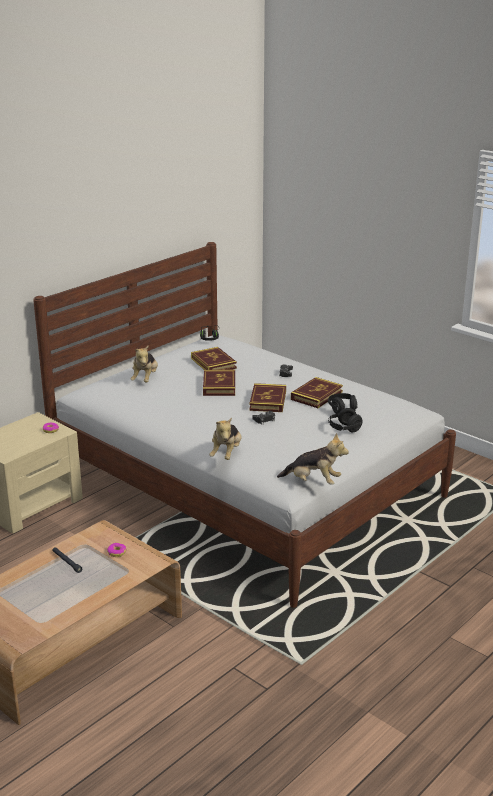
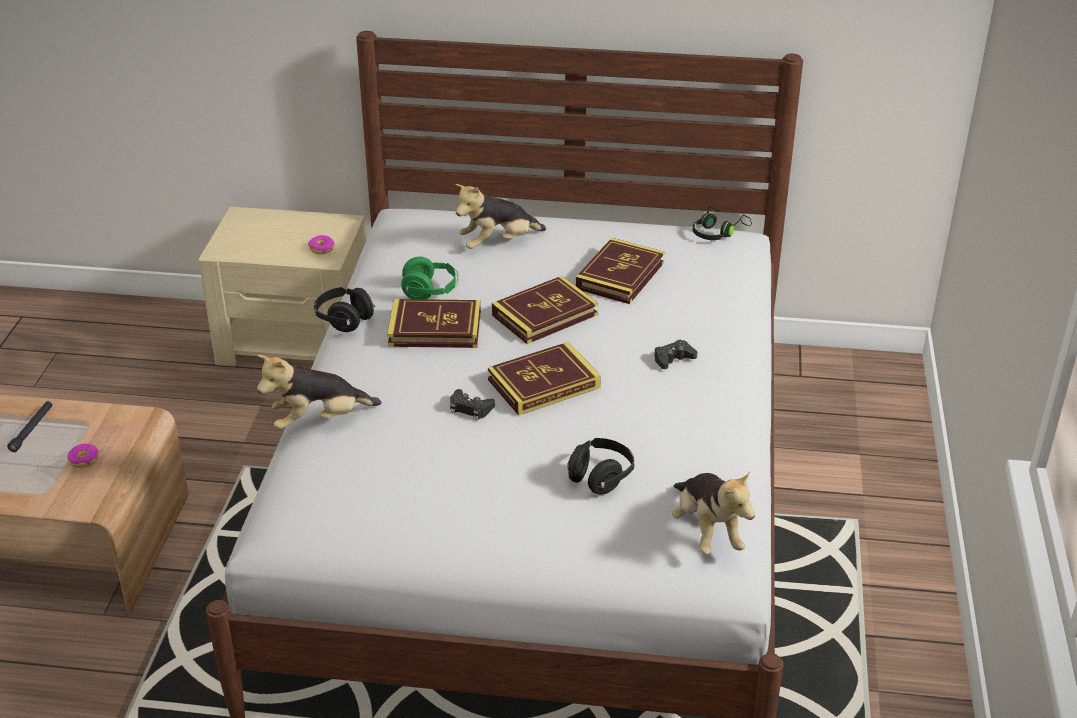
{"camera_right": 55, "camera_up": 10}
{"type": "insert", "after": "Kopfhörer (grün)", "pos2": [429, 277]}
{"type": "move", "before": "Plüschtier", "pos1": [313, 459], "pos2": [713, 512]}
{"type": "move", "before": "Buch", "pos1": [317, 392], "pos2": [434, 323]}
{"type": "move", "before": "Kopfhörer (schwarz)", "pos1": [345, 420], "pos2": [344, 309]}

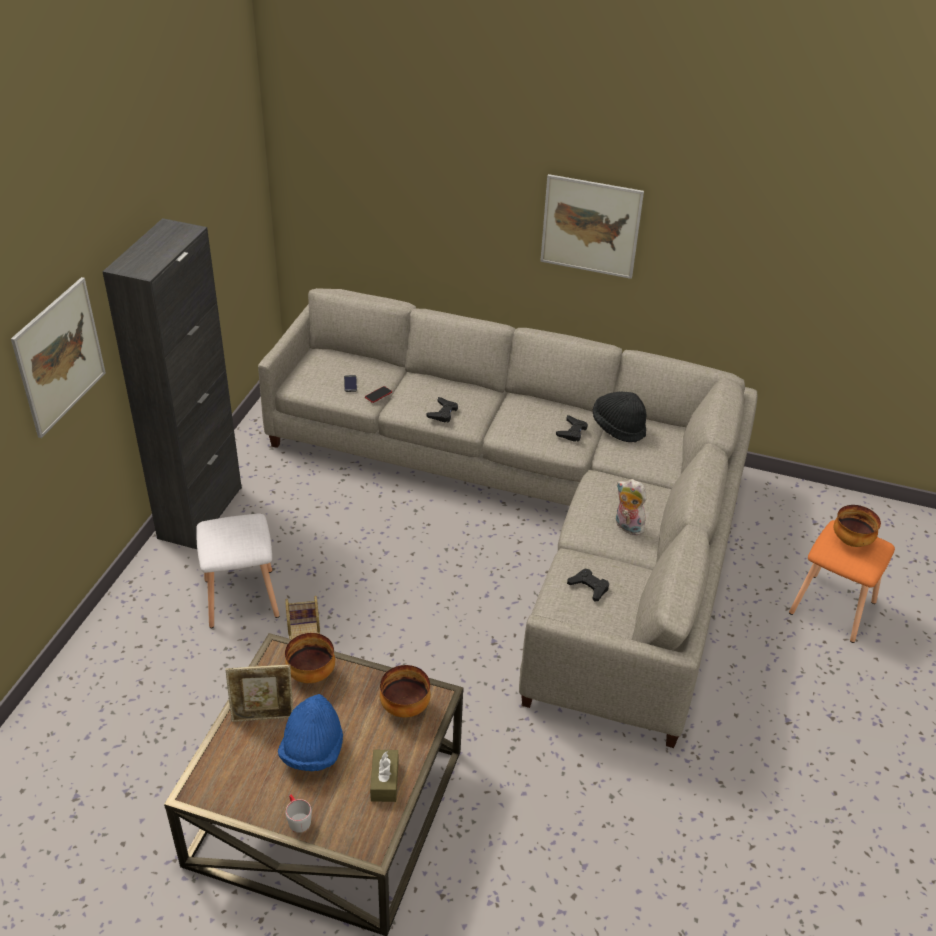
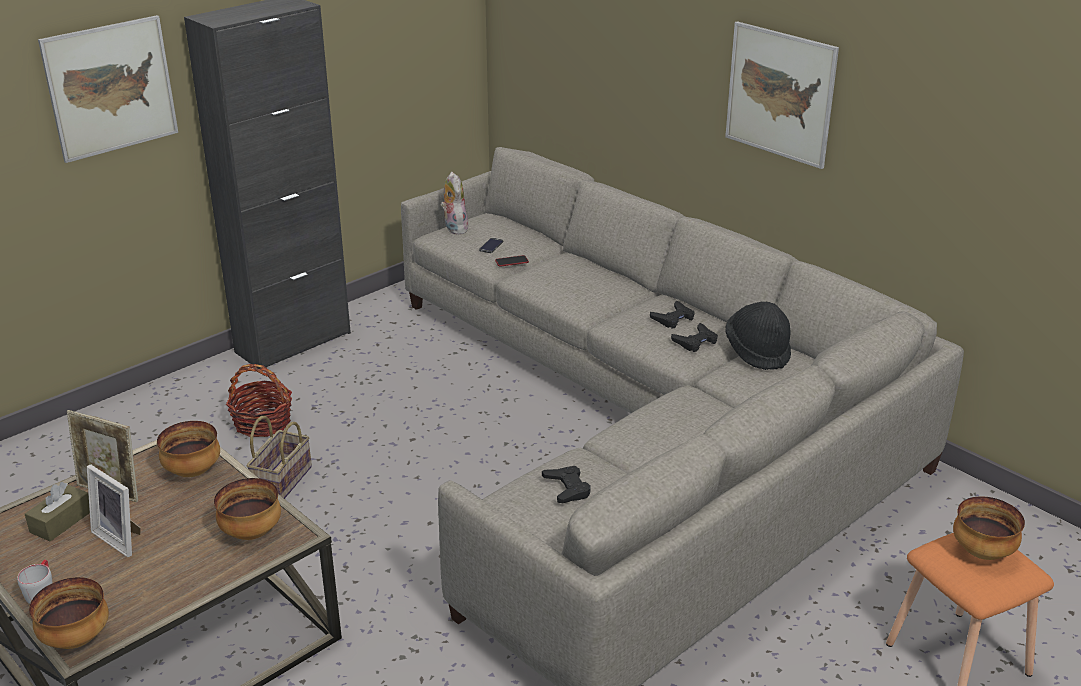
{"camera_right": 30, "camera_up": -10}
{"type": "insert", "after": "Schüssel", "pos2": [69, 613]}
{"type": "move", "before": "Taschentuchbox (braun)", "pos1": [384, 776], "pos2": [57, 512]}
{"type": "move", "before": "Gamepad (schwarz)", "pos1": [442, 409], "pos2": [672, 314]}
{"type": "move", "before": "Plüschtier", "pos1": [631, 507], "pos2": [454, 203]}
{"type": "replace", "before": "Hocker (weiß)", "after": "Korb", "pos1": [237, 571], "pos2": [259, 400]}
{"type": "replace", "before": "Hut (blau)", "after": "Bilderrahmen", "pos1": [310, 732], "pos2": [114, 511]}

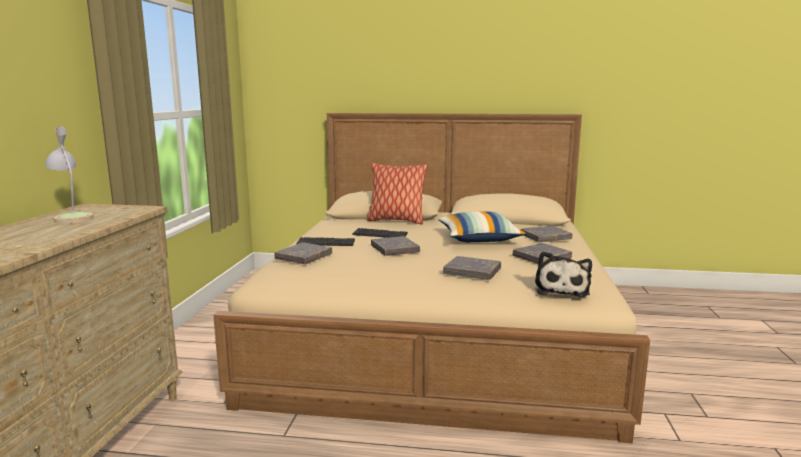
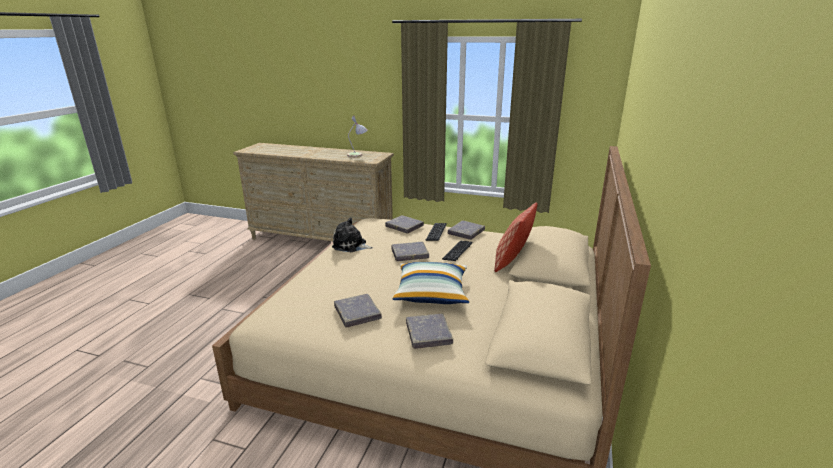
{"camera_right": 100, "camera_up": 10}
{"type": "move", "before": "Buch (grau)", "pos1": [472, 268], "pos2": [466, 230]}
{"type": "move", "before": "Plüschtier", "pos1": [563, 274], "pos2": [352, 234]}

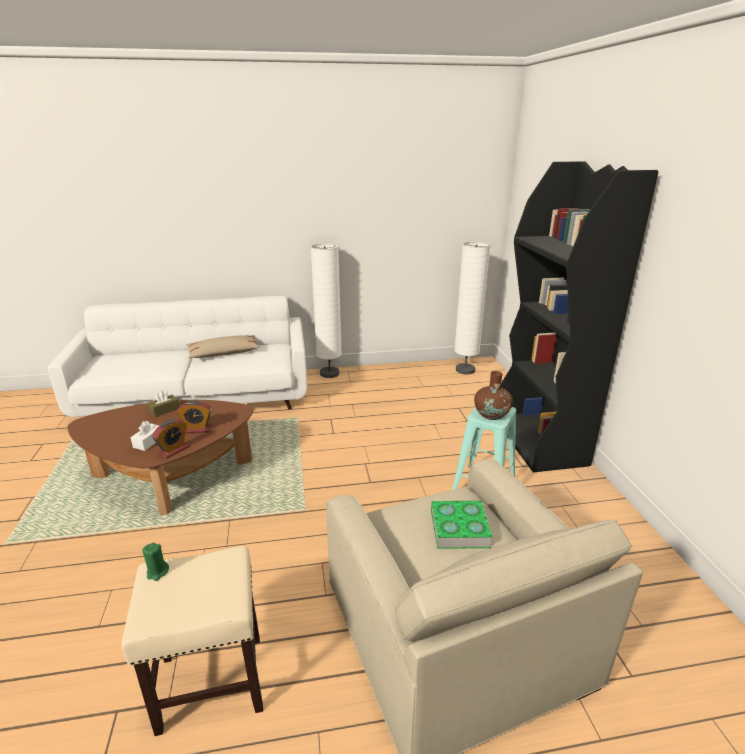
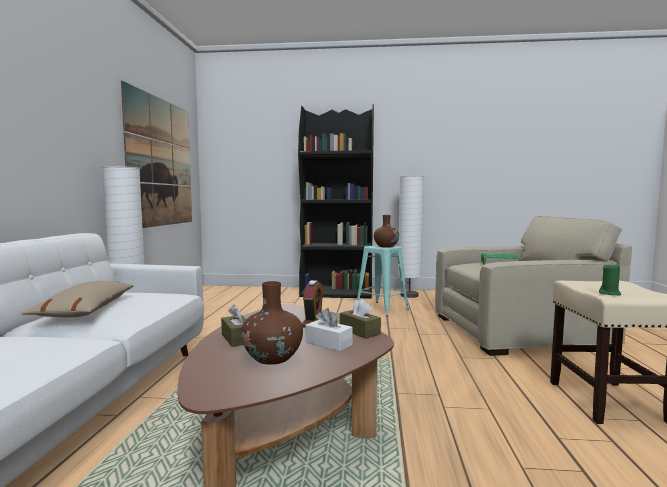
{"camera_right": -75, "camera_up": -20}
{"type": "insert", "after": "Bild", "pos2": [156, 154]}
{"type": "insert", "after": "Vase (braun)", "pos2": [272, 323]}
{"type": "move", "before": "Stehlampe (weiß)", "pos1": [472, 307], "pos2": [411, 237]}
{"type": "replace", "before": "Wecker", "after": "Taschentuchbox (braun)", "pos1": [170, 439], "pos2": [360, 319]}

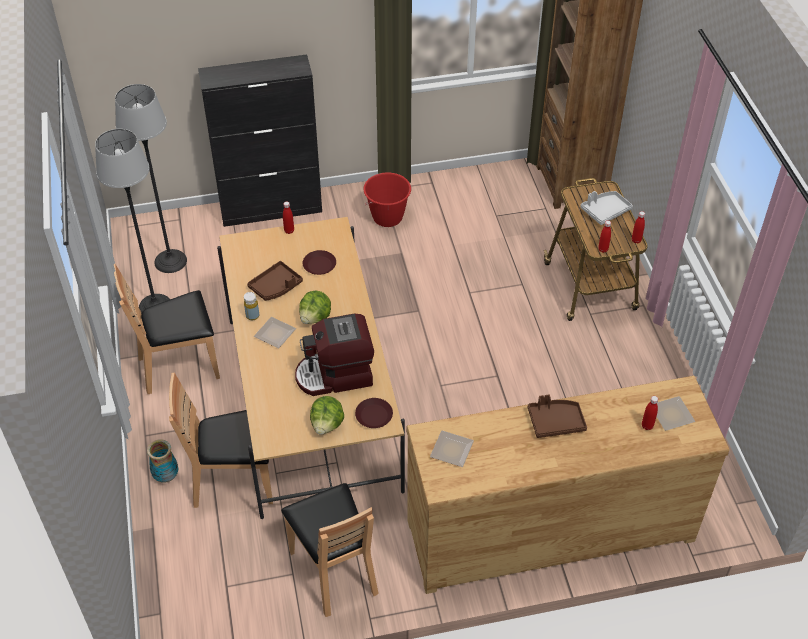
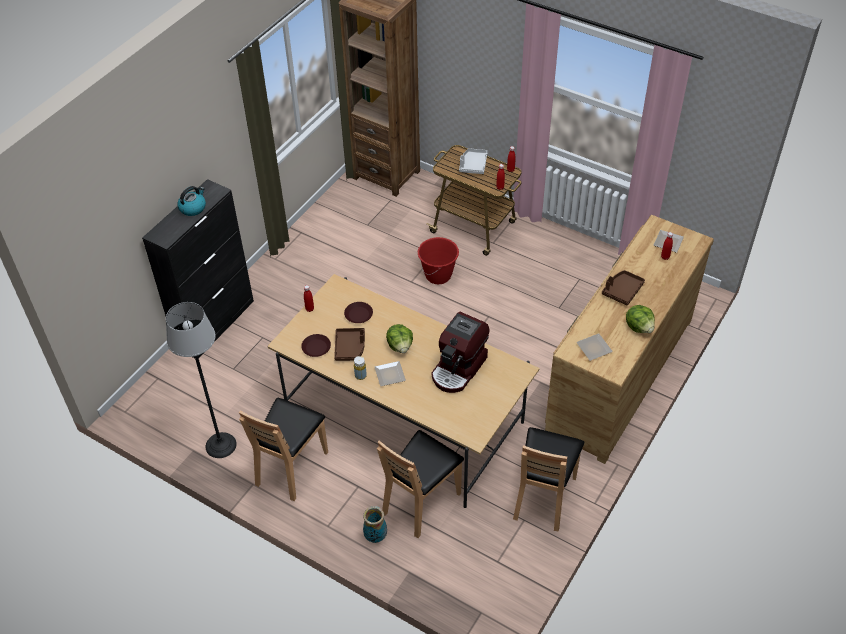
{"camera_right": -45, "camera_up": 0}
{"type": "delete", "before": "Stehlampe", "pos1": [151, 178]}
{"type": "insert", "after": "Wasserkessel", "pos2": [191, 201]}
{"type": "move", "before": "Salatkopf", "pos1": [327, 415], "pos2": [640, 319]}
{"type": "move", "before": "Teller (braun)", "pos1": [374, 413], "pos2": [316, 345]}
{"type": "move", "before": "Eimer (rot)", "pos1": [387, 199], "pos2": [438, 260]}
{"type": "rotate", "before": "Stuhl (braun)", "pos1": [330, 550], "pos2": [548, 479], "turn": 90}

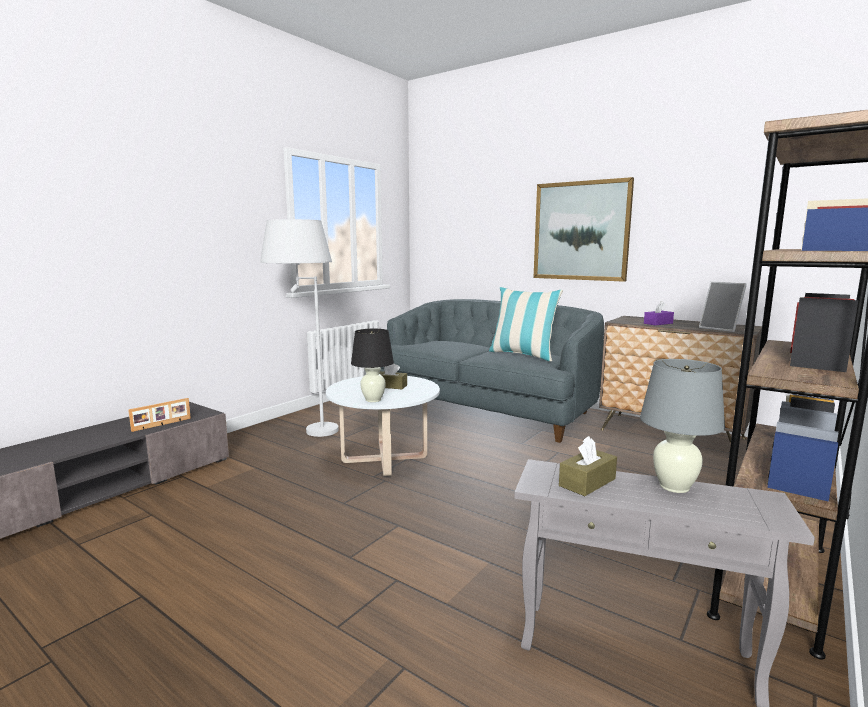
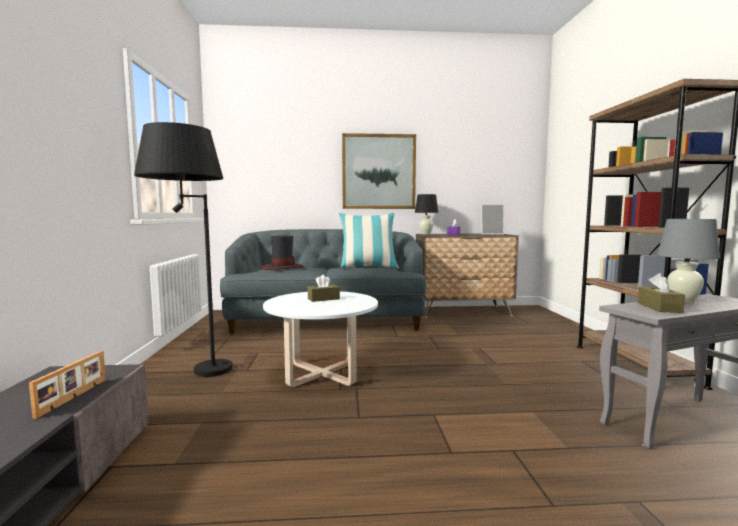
{"camera_right": -40, "camera_up": -5}
{"type": "insert", "after": "Hut", "pos2": [282, 252]}
{"type": "move", "before": "Tischlampe (schwarz)", "pos1": [372, 365], "pos2": [426, 214]}
{"type": "recolor", "before": "Stehlampe (weiß)", "after": "Stehlampe (schwarz)", "pos1": [299, 328], "pos2": [183, 249]}

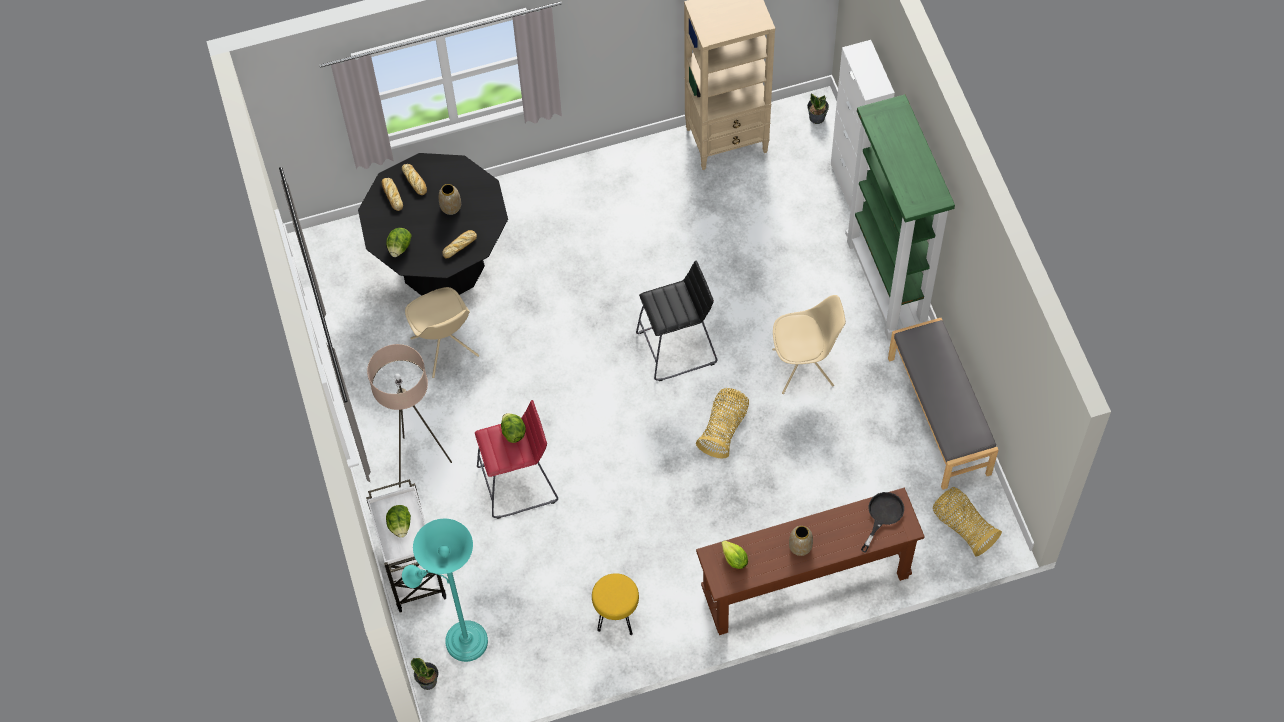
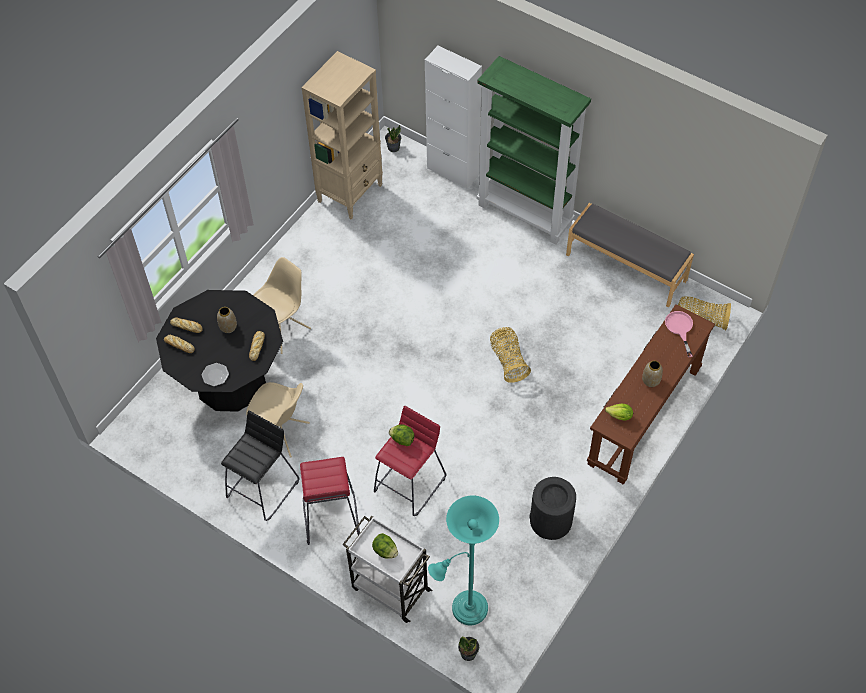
{"camera_right": -40, "camera_up": -5}
{"type": "move", "before": "Hocker (schwarz)", "pos1": [676, 320], "pos2": [260, 466]}
{"type": "move", "before": "Stuhl (beige)", "pos1": [809, 344], "pos2": [282, 305]}
{"type": "replace", "before": "Stehlampe (beige)", "after": "Hocker (rot)", "pos1": [409, 415], "pos2": [330, 501]}
{"type": "replace", "before": "Salatkopf", "after": "Teller", "pos1": [399, 242], "pos2": [215, 374]}
{"type": "replace", "before": "Hocker (gelb)", "after": "Mülleimer (schwarz)", "pos1": [615, 604], "pos2": [552, 508]}
{"type": "recolor", "before": "Pfanne (schwarz)", "after": "Pfanne (rosa)", "pos1": [882, 522], "pos2": [679, 334]}

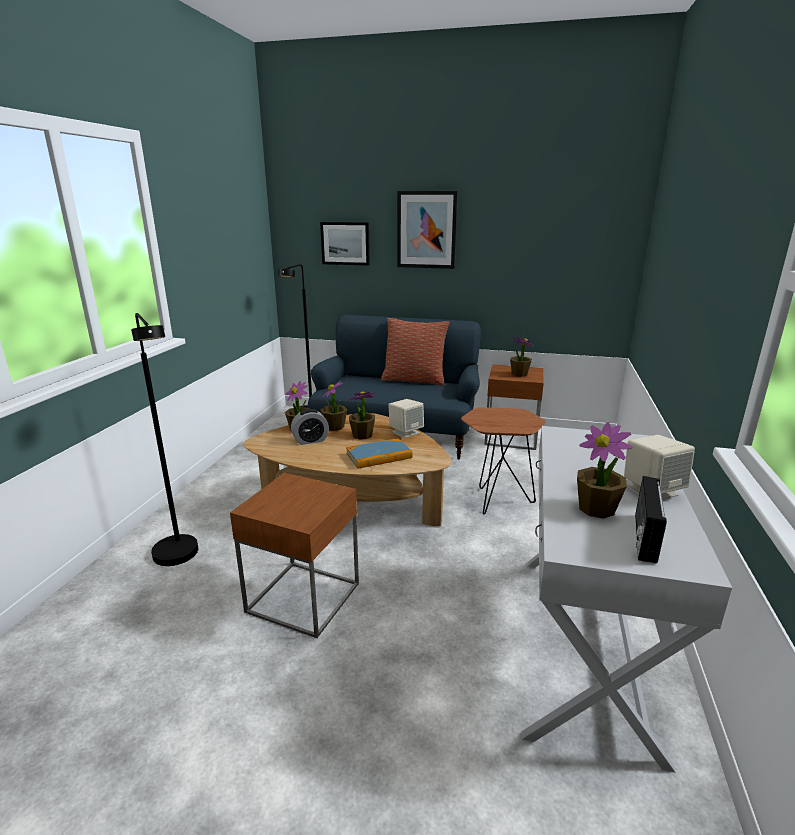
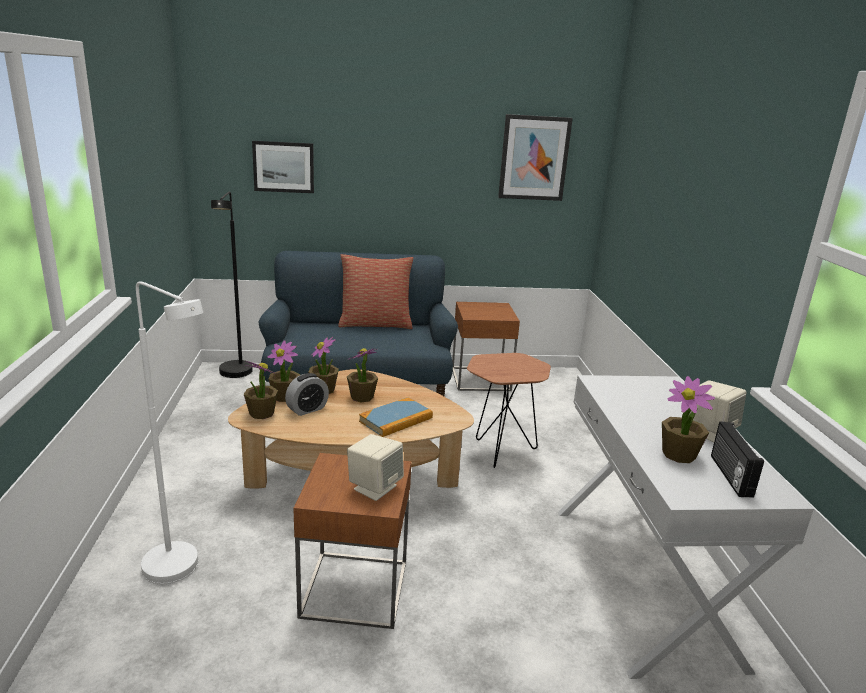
{"camera_right": -20, "camera_up": 0}
{"type": "move", "before": "Lautsprecher (beige)", "pos1": [406, 418], "pos2": [375, 467]}
{"type": "move", "before": "Bild", "pos1": [427, 230], "pos2": [535, 157]}
{"type": "move", "before": "Topfpflanze", "pos1": [522, 356], "pos2": [261, 390]}
{"type": "recolor", "before": "Stehlampe (schwarz)", "after": "Stehlampe (weiß)", "pos1": [164, 439], "pos2": [169, 432]}

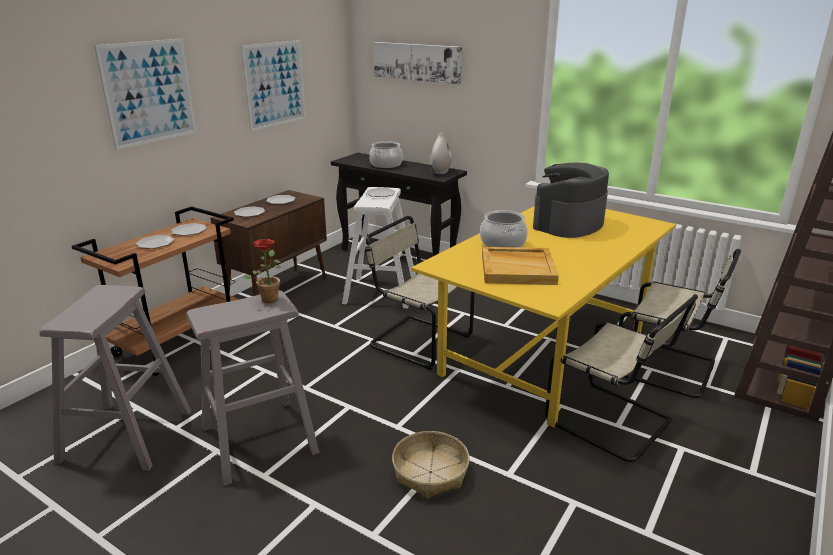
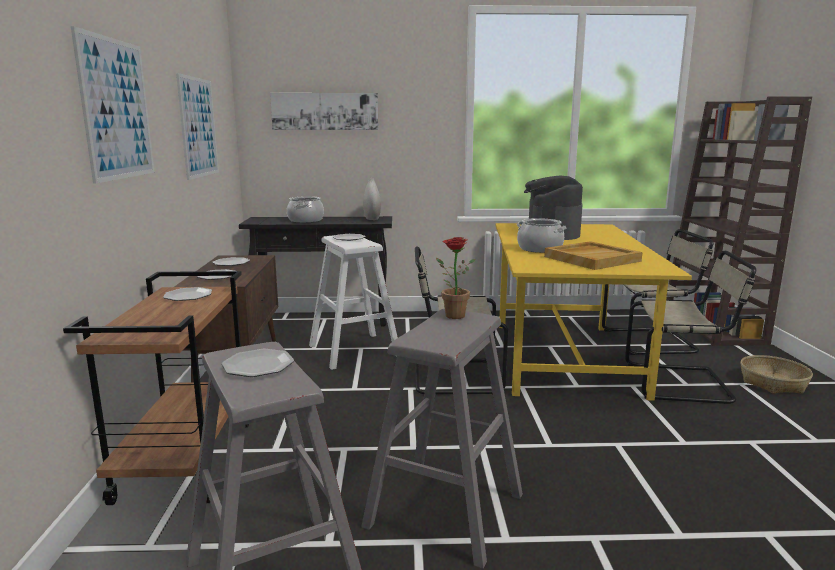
{"camera_right": -35, "camera_up": -10}
{"type": "move", "before": "Teller", "pos1": [155, 242], "pos2": [258, 363]}
{"type": "move", "before": "Korb", "pos1": [431, 464], "pos2": [776, 374]}

